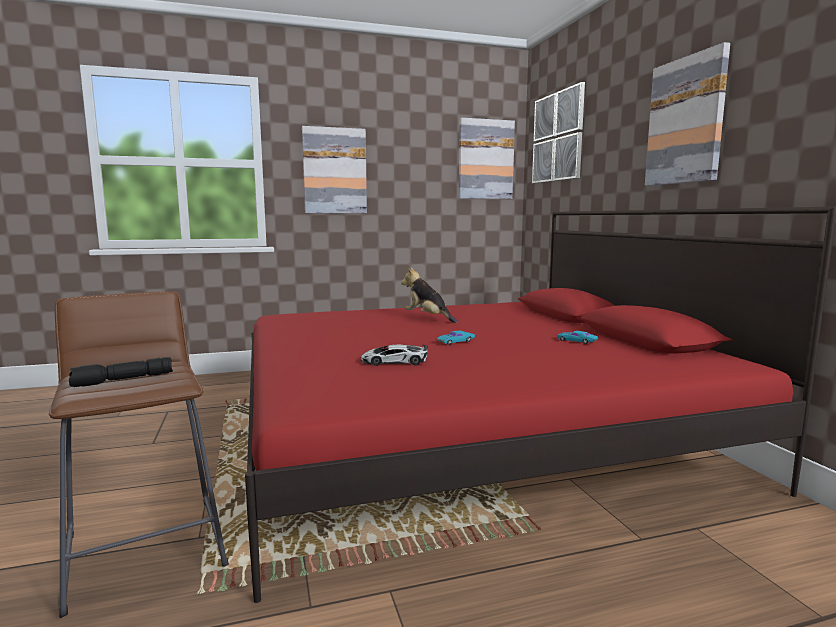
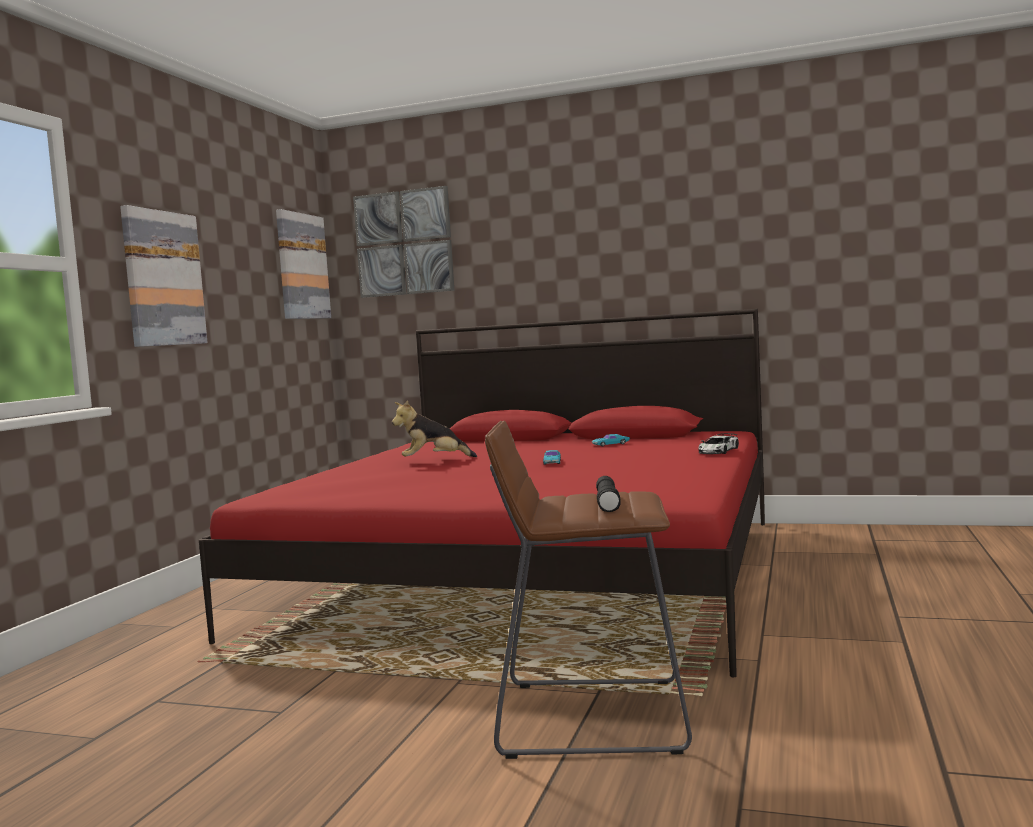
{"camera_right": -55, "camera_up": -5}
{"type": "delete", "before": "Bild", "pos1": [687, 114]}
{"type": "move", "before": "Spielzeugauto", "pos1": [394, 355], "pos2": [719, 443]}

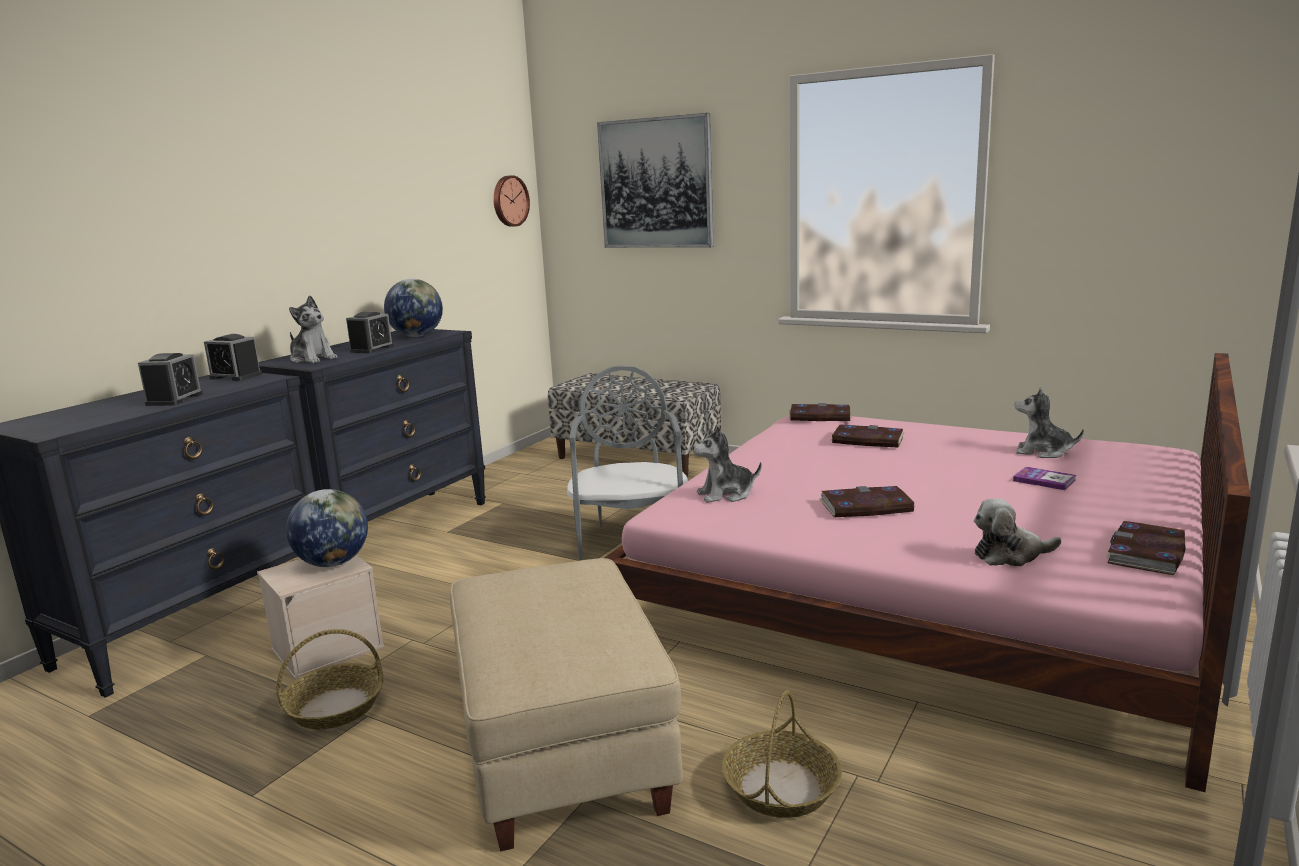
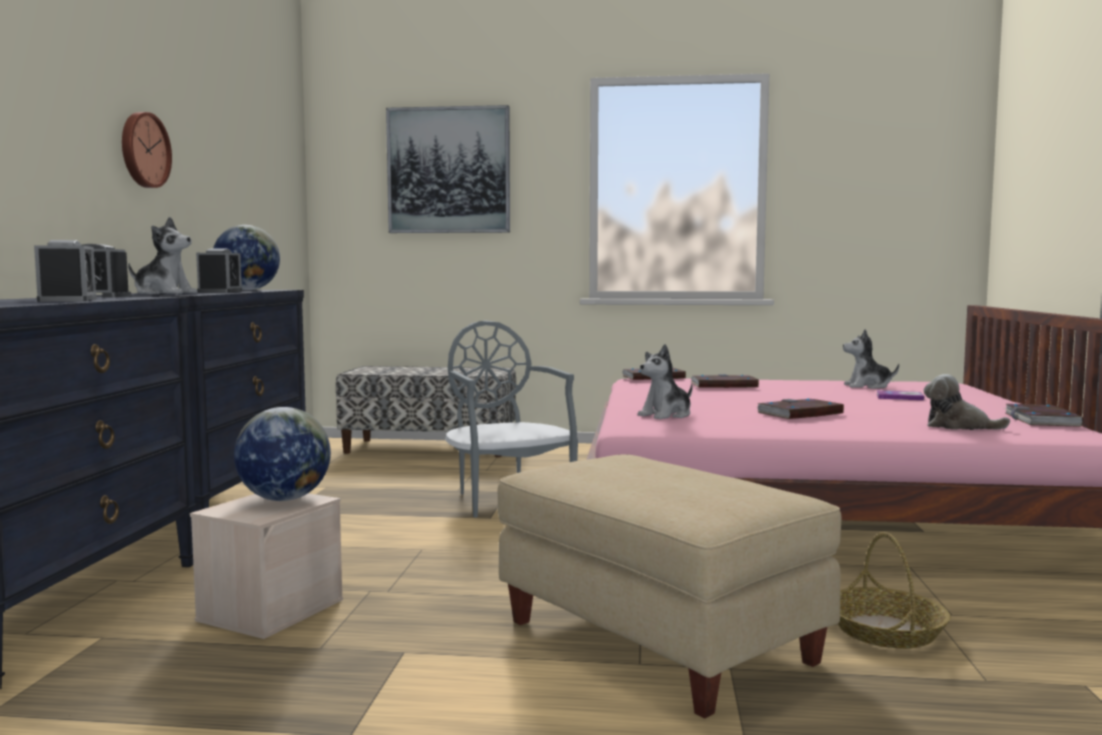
{"camera_right": -25, "camera_up": -10}
{"type": "delete", "before": "Korb", "pos1": [330, 679]}
{"type": "move", "before": "Wanduhr", "pos1": [511, 201], "pos2": [147, 150]}
{"type": "rotate", "before": "Plüschtier", "pos1": [1017, 532], "pos2": [967, 402], "turn": 60}

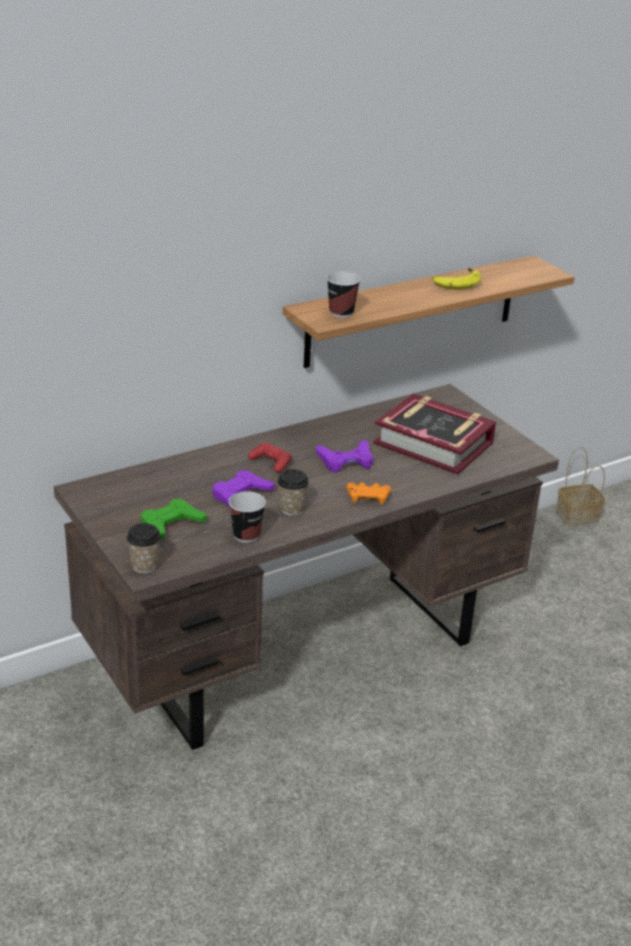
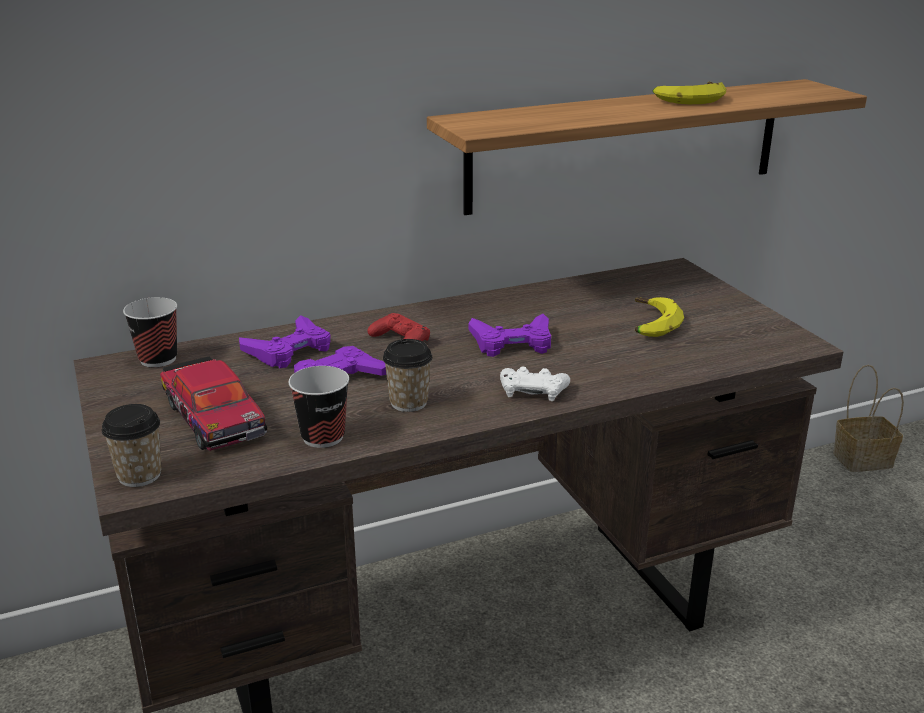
{"camera_right": 10, "camera_up": -5}
{"type": "insert", "after": "Gamepad (lila)", "pos2": [285, 341]}
{"type": "move", "before": "Tasse", "pos1": [344, 295], "pos2": [150, 332]}
{"type": "replace", "before": "Gamepad (grün)", "after": "Spielzeugauto", "pos1": [174, 519], "pos2": [213, 403]}
{"type": "replace", "before": "Buch", "after": "Banane", "pos1": [434, 433], "pos2": [659, 317]}
{"type": "recolor", "before": "Gamepad (orange)", "after": "Gamepad (weiß)", "pos1": [368, 493], "pos2": [535, 383]}

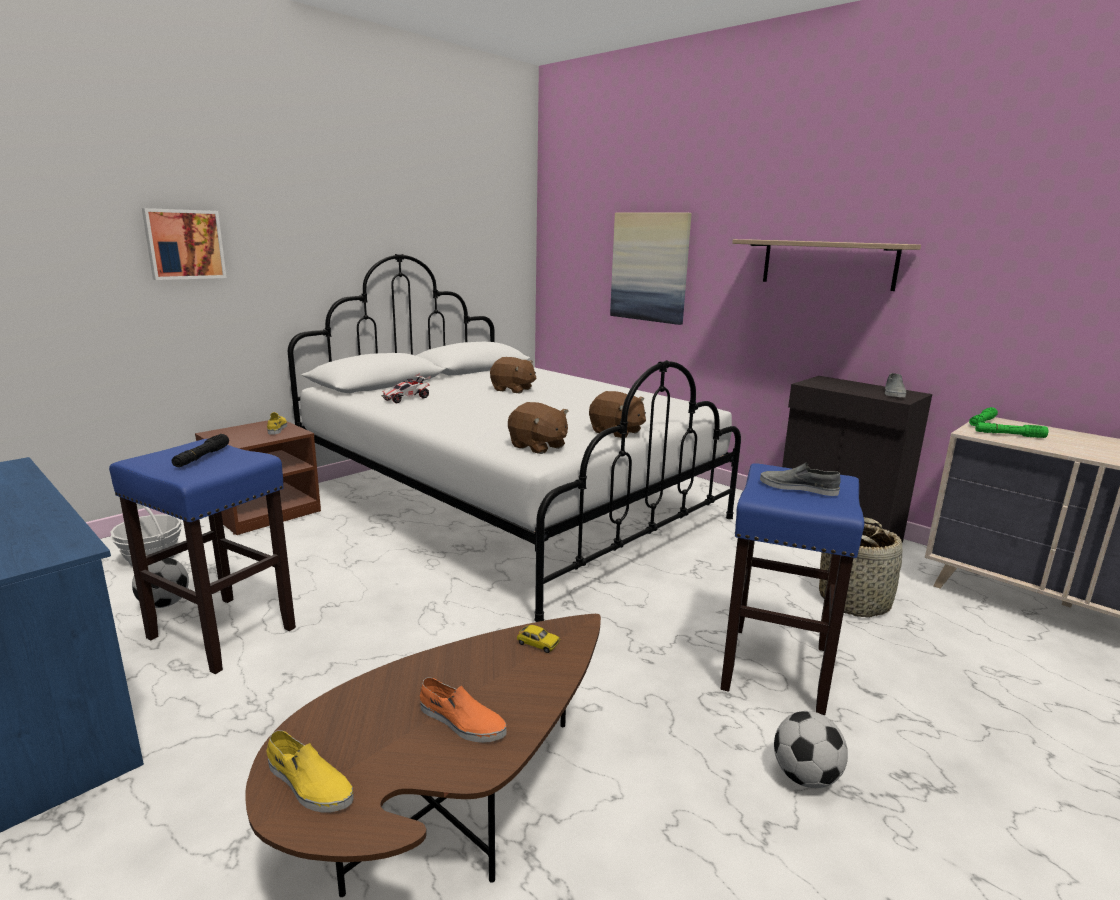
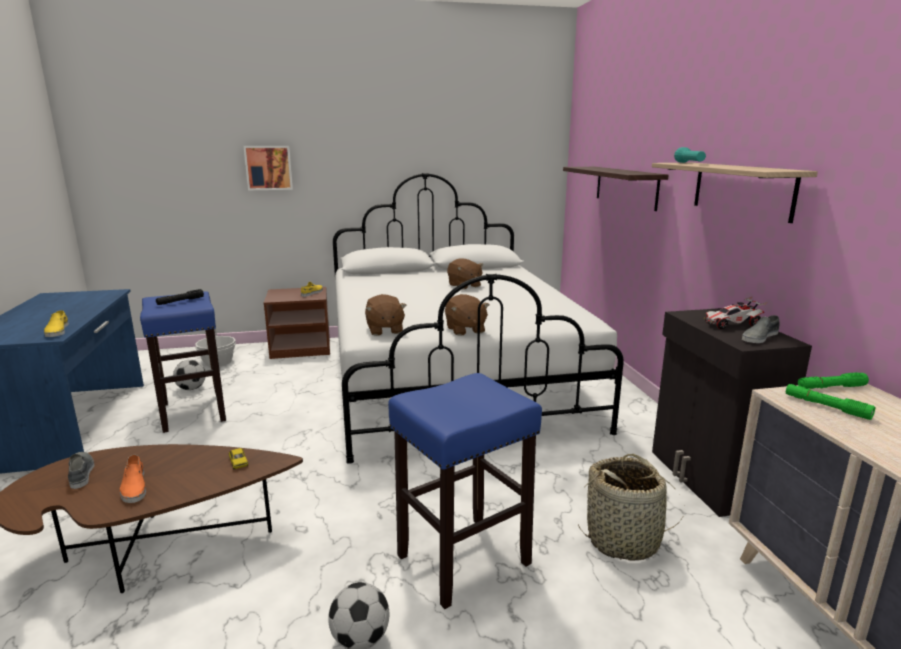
{"camera_right": 35, "camera_up": 0}
{"type": "insert", "after": "Taschenlampe (türkis)", "pos2": [690, 155]}
{"type": "move", "before": "Schuh (gelb)", "pos1": [310, 771], "pos2": [56, 323]}
{"type": "move", "before": "Spielzeugauto", "pos1": [406, 388], "pos2": [735, 313]}
{"type": "move", "before": "Schuh (grau)", "pos1": [800, 479], "pos2": [81, 470]}
{"type": "replace", "before": "Bild", "after": "Wandregal", "pos1": [651, 269], "pos2": [615, 189]}

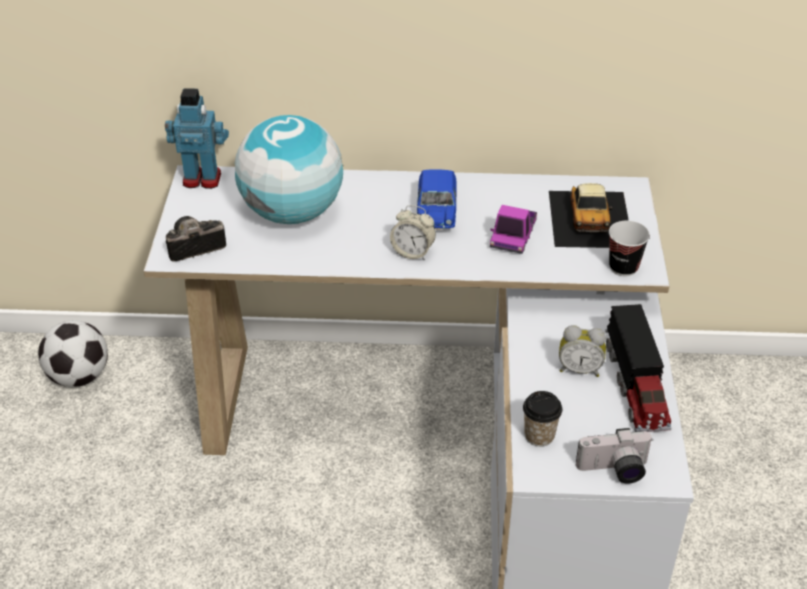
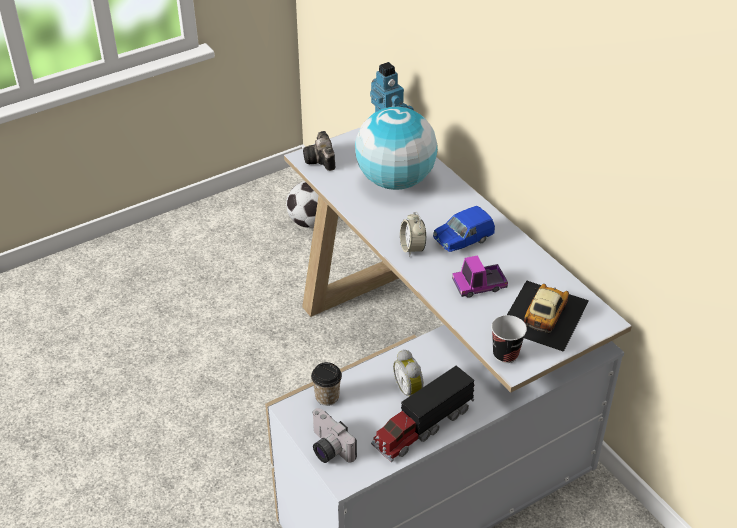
{"camera_right": 55, "camera_up": 0}
{"type": "rotate", "before": "Kamera", "pos1": [196, 239], "pos2": [319, 151], "turn": -135}
{"type": "rotate", "before": "Spielzeugauto", "pos1": [589, 215], "pos2": [548, 316], "turn": 150}

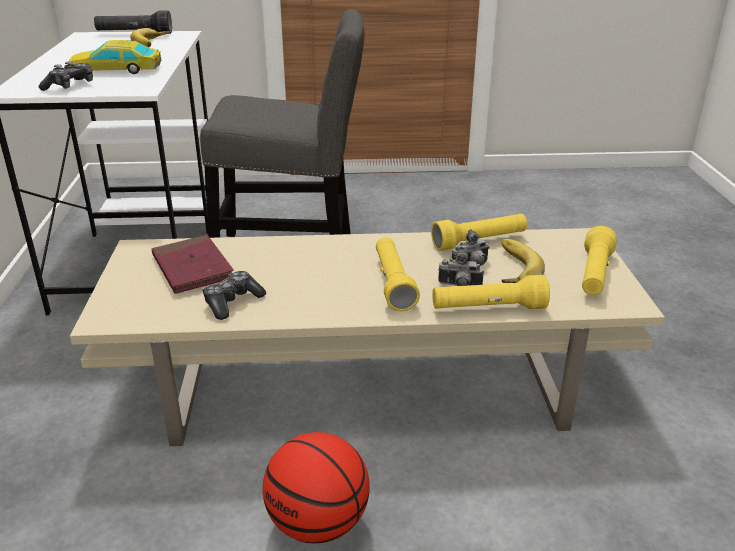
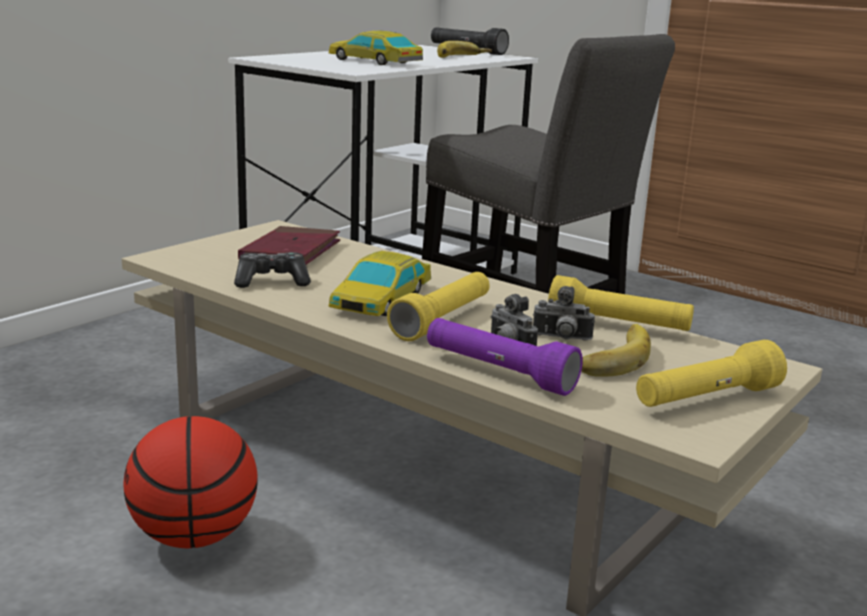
{"camera_right": 40, "camera_up": -10}
{"type": "delete", "before": "Gamepad", "pos1": [65, 76]}
{"type": "insert", "after": "Spielzeugauto", "pos2": [379, 283]}
{"type": "recolor", "before": "Taschenlampe (gelb)", "after": "Taschenlampe (lila)", "pos1": [491, 292], "pos2": [505, 357]}

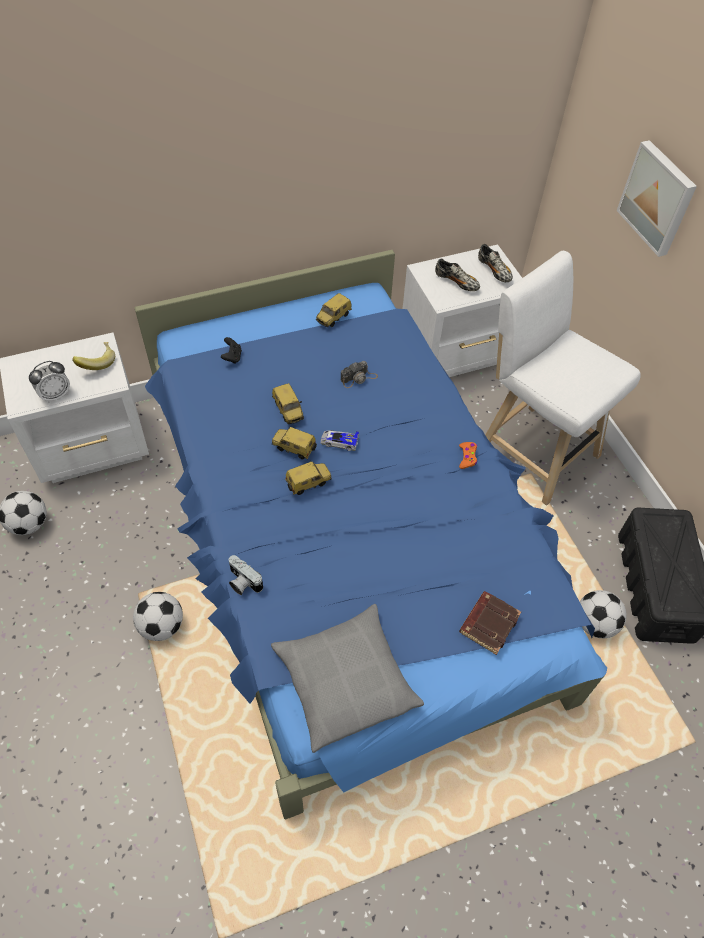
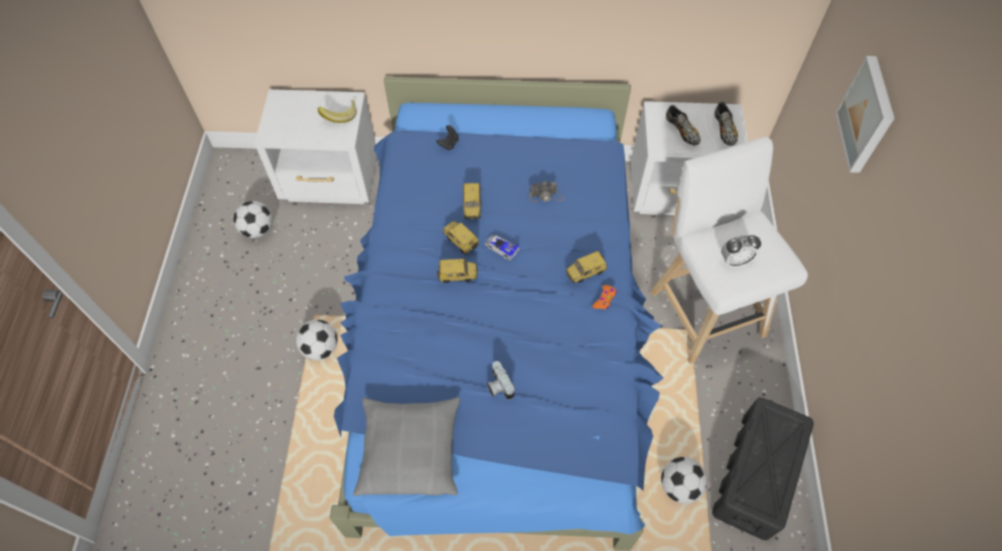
{"camera_right": 25, "camera_up": 5}
{"type": "delete", "before": "Buch (braun)", "pos1": [490, 623]}
{"type": "move", "before": "Wecker", "pos1": [49, 382], "pos2": [741, 251]}
{"type": "move", "before": "Kamera", "pos1": [246, 575], "pos2": [501, 380]}
{"type": "move", "before": "Spielzeugauto", "pos1": [334, 310], "pos2": [586, 267]}

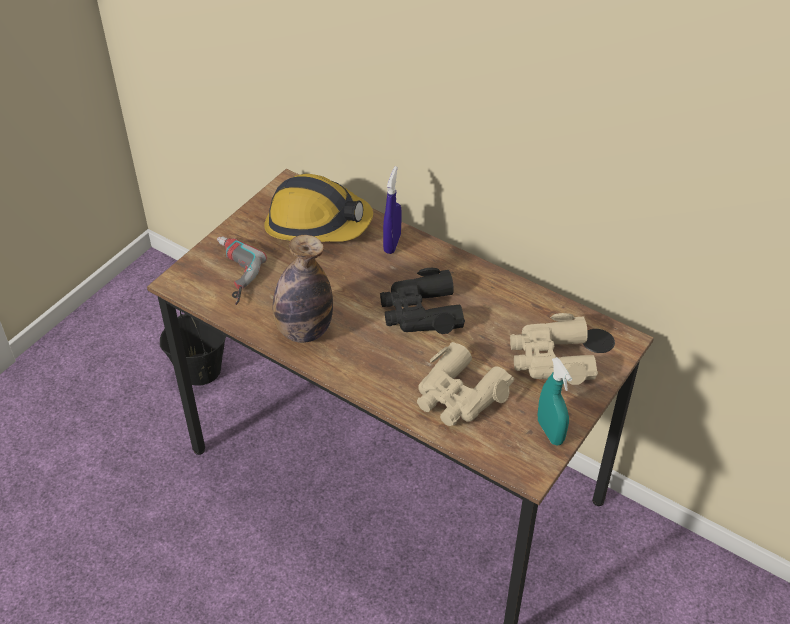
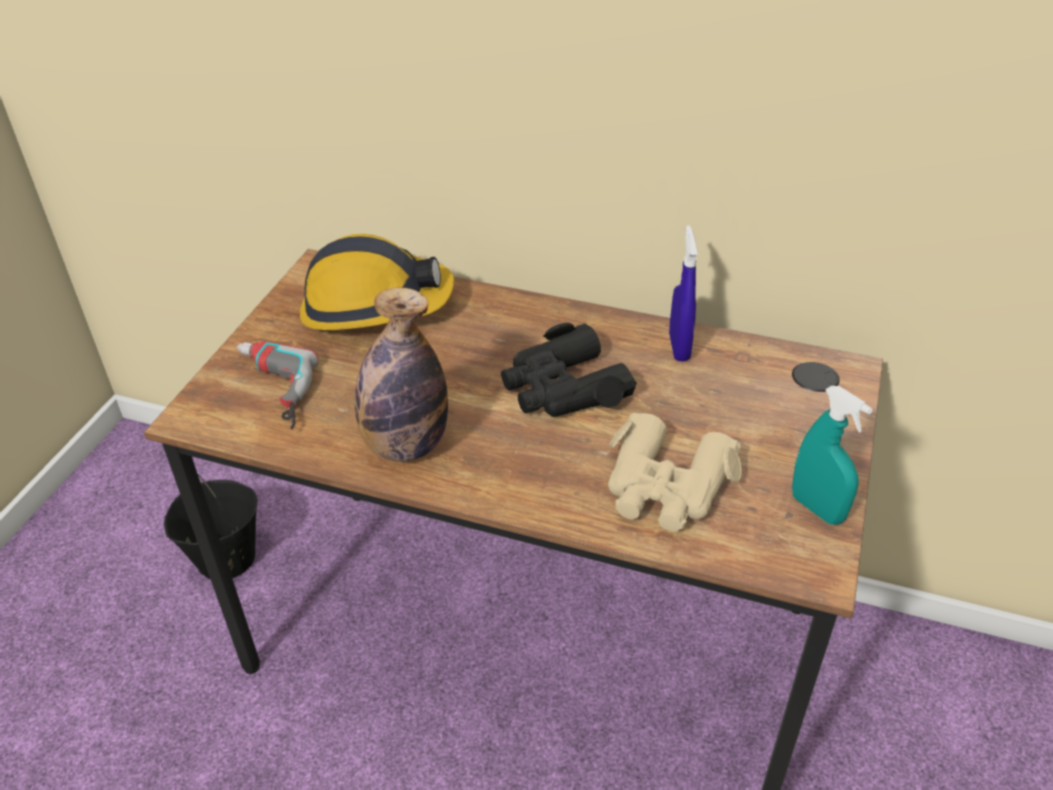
{"camera_right": -15, "camera_up": -5}
{"type": "delete", "before": "Fernglas (beige)", "pos1": [554, 349]}
{"type": "move", "before": "Sprühflasche (blau)", "pos1": [392, 210], "pos2": [683, 293]}

